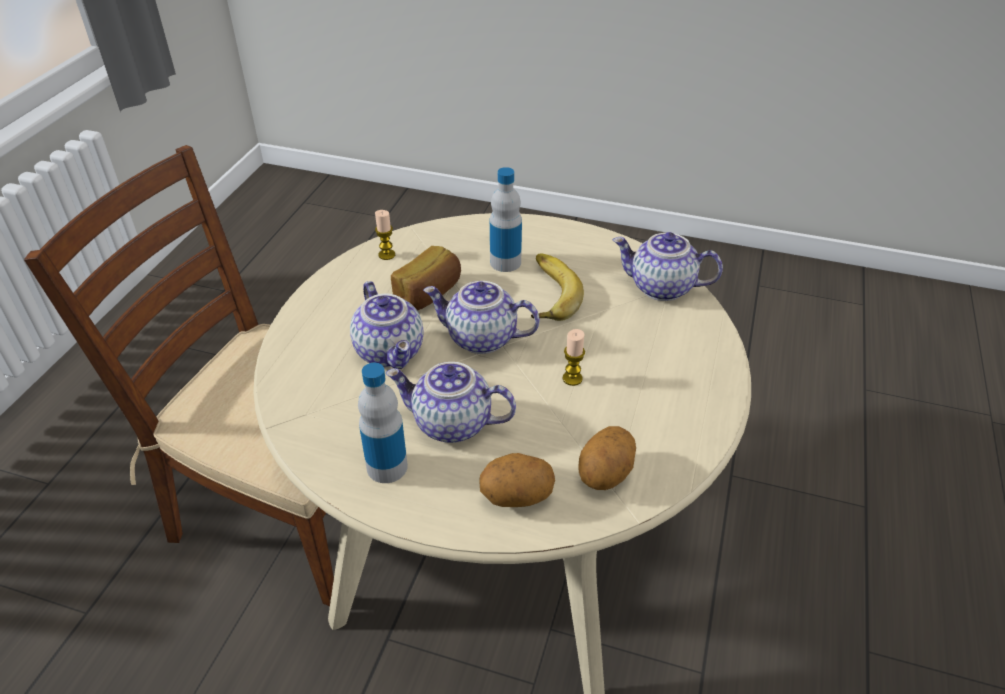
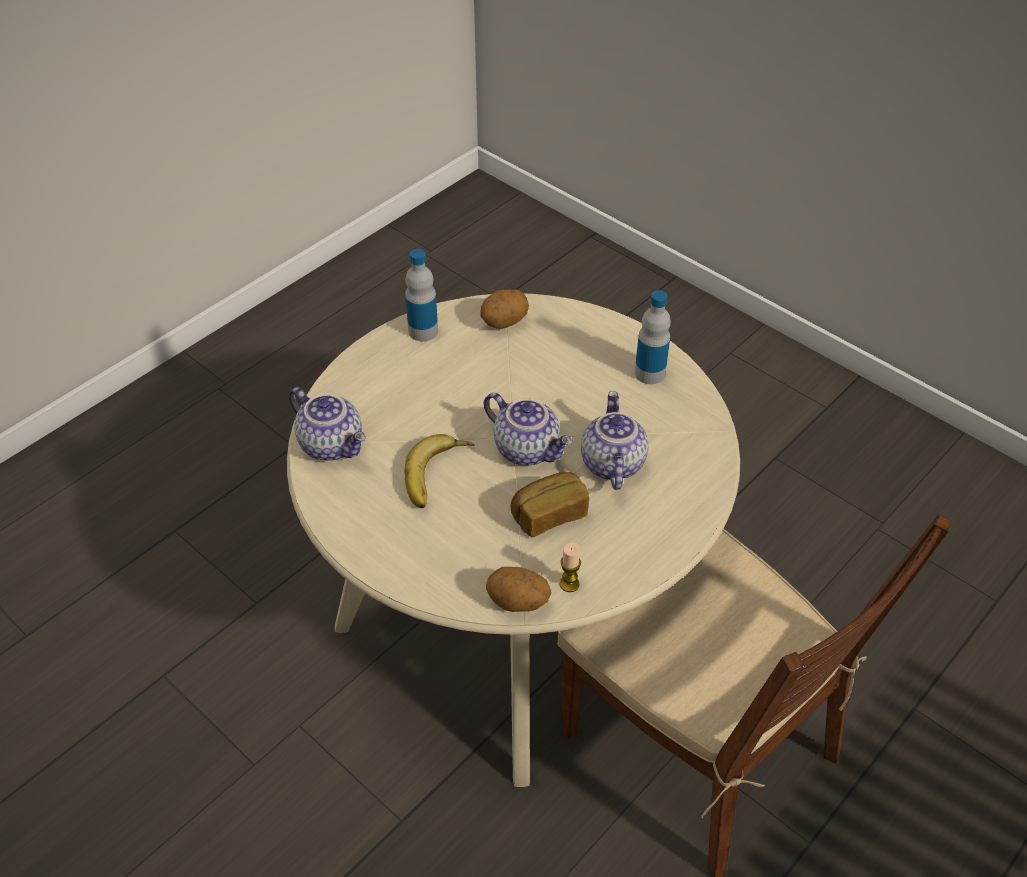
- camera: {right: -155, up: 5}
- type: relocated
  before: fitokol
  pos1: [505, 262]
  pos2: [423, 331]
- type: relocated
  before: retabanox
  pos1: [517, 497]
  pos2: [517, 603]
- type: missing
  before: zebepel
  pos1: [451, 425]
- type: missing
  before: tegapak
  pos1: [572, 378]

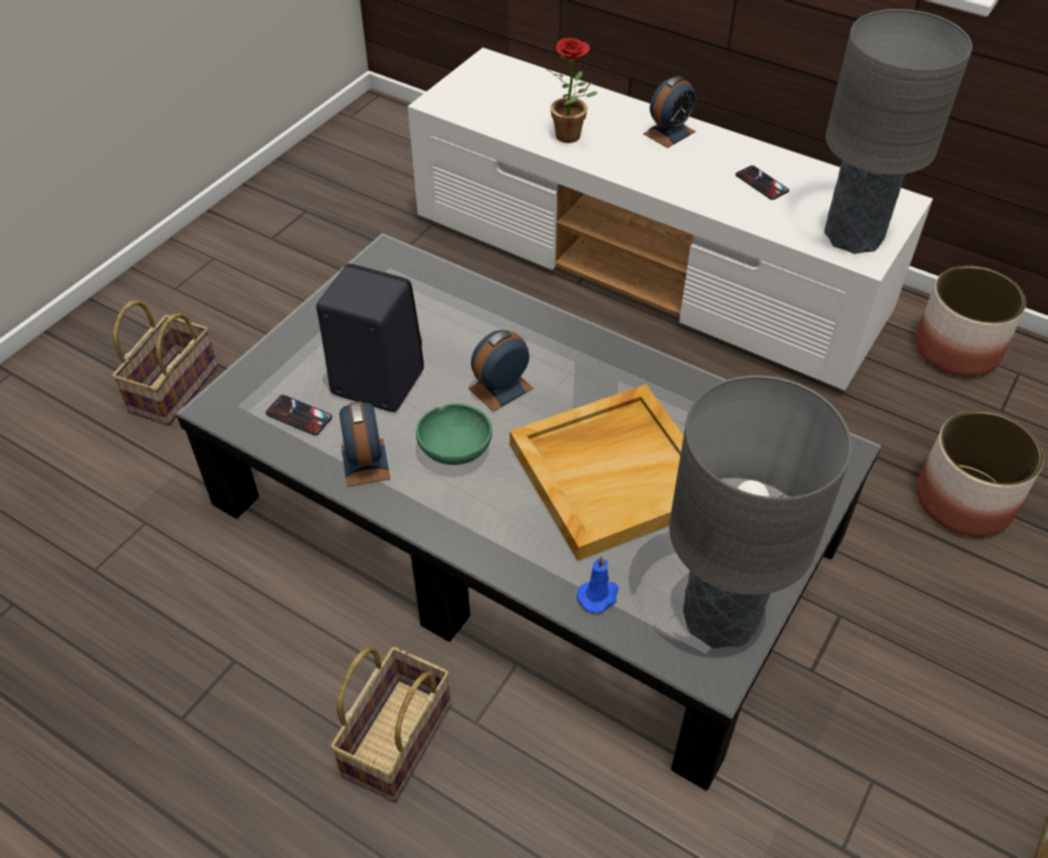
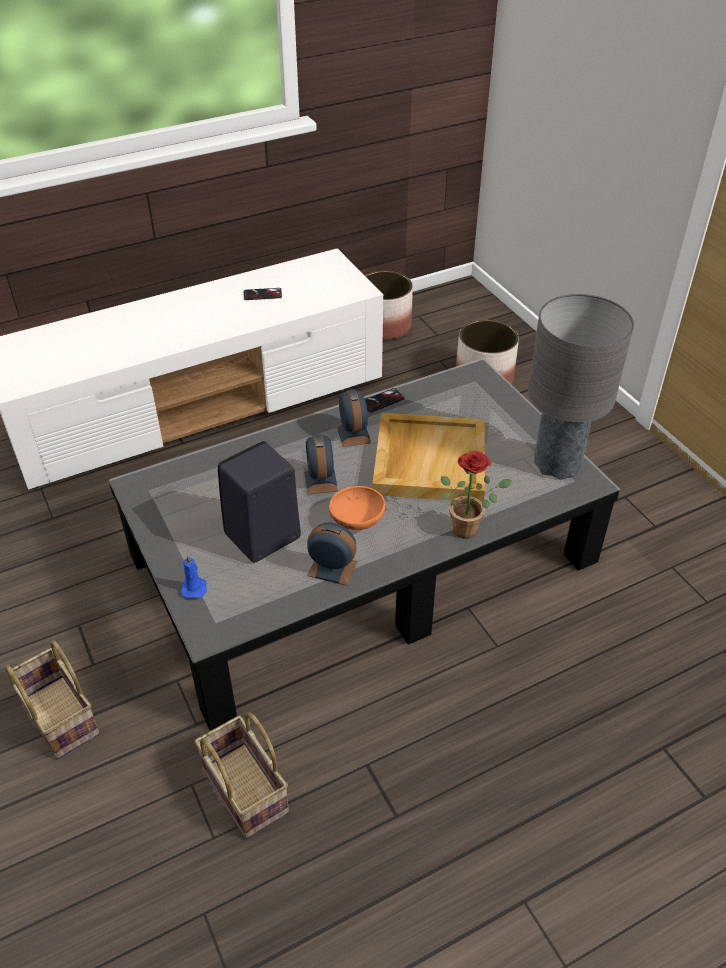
- camera: {right: -60, up: -5}
- type: relocated
  before: blue tegapak
  pos1: [599, 596]
  pos2: [194, 587]
- type: relocated
  before: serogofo
  pos1: [396, 736]
  pos2: [242, 789]
- type: colour
  before: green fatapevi
  after: orange fatapevi
  pos1: [456, 449]
  pos2: [356, 520]
- type: relocated
  before: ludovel
  pos1: [669, 133]
  pos2: [353, 433]
- type: relocated
  before: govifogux
  pos1: [299, 415]
  pos2: [382, 401]
- type: relocated
  before: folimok
  pos1: [572, 138]
  pos2: [469, 528]
- type: missing
  before: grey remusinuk
  pos1: [852, 236]

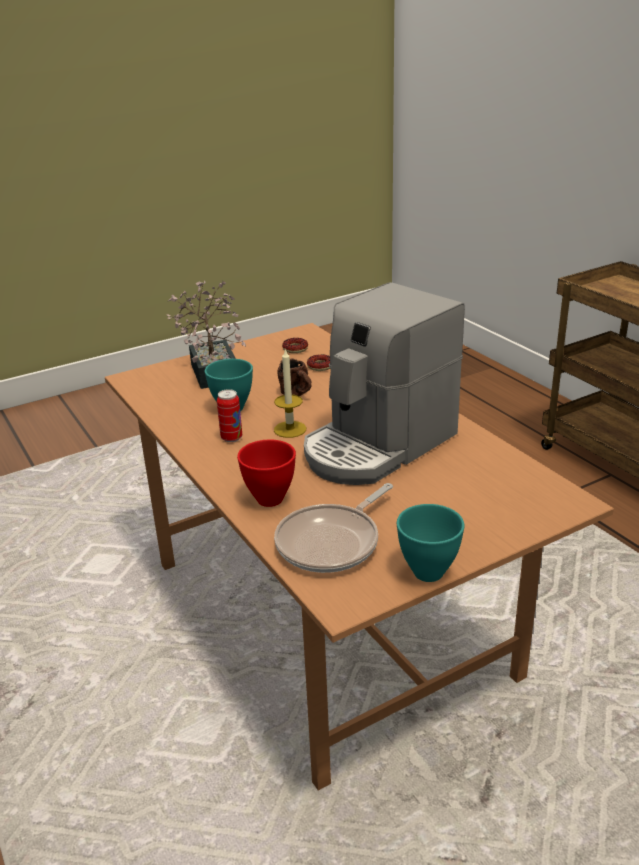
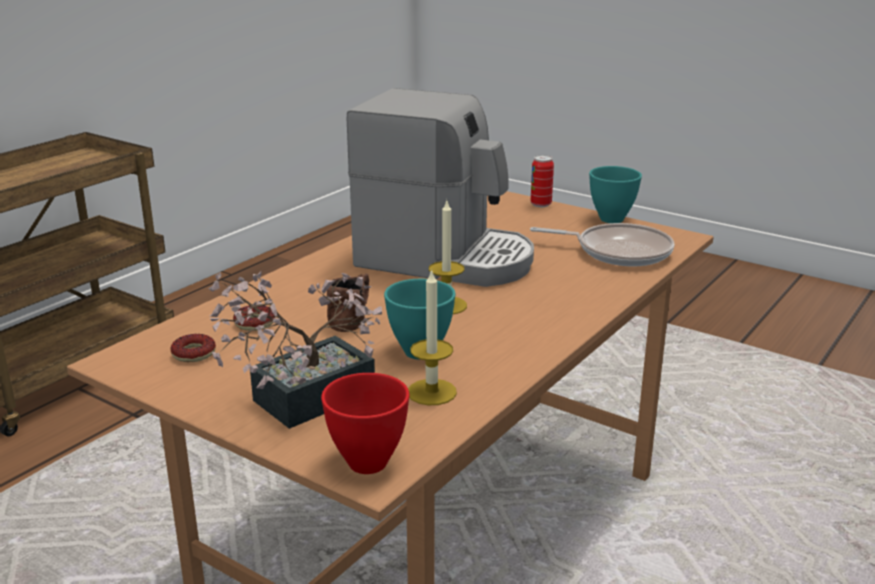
- camera: {right: -115, up: -5}
- type: relocated
  before: red fatapevi
  pos1: [268, 499]
  pos2: [369, 464]
- type: appeared
  after: tegapak
  pos2: [431, 392]
- type: relocated
  before: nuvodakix
  pos1: [231, 438]
  pos2: [541, 204]

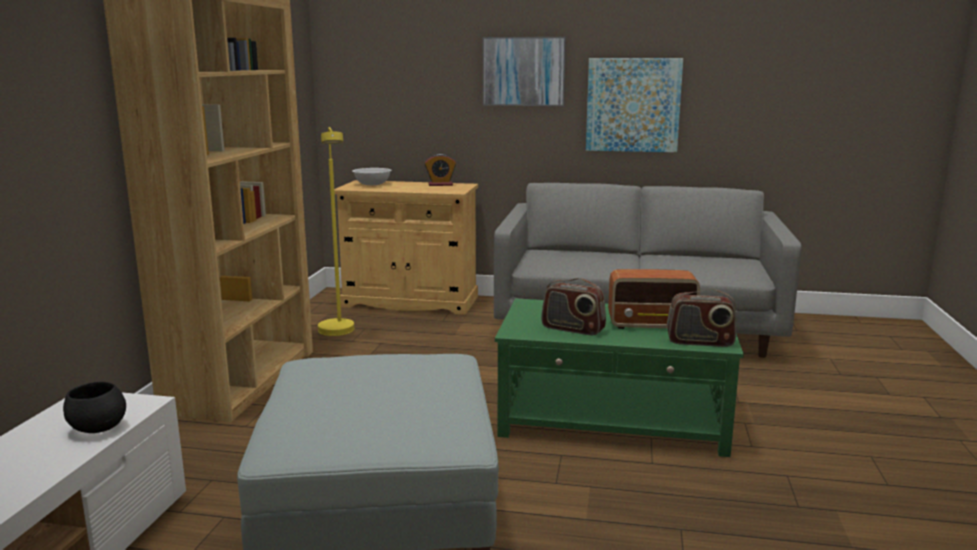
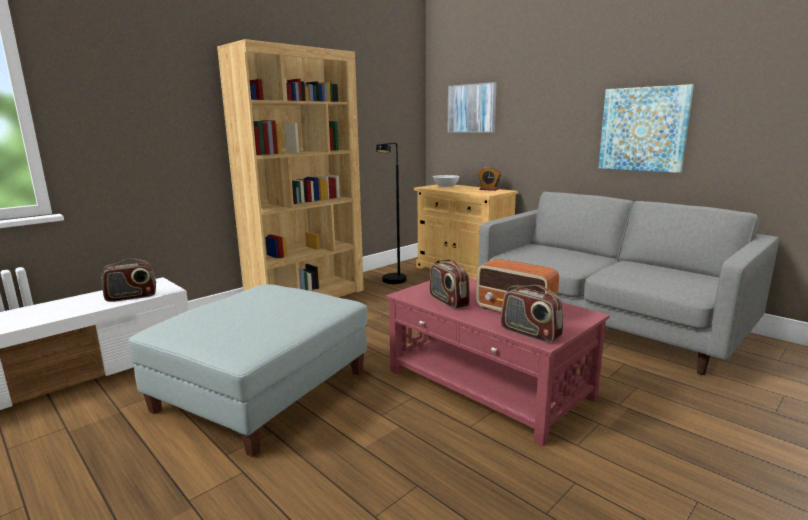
- camera: {right: 35, up: 0}
- type: exchanged
  before: black fatapevi
  after: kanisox
  pos1: [98, 428]
  pos2: [131, 297]
- type: colour
  before: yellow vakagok
  after: black vakagok
  pos1: [338, 333]
  pos2: [392, 282]
- type: colour
  before: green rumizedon
  after: red rumizedon
  pos1: [614, 419]
  pos2: [488, 384]
- type: relocated
  before: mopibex
  pos1: [523, 71]
  pos2: [471, 108]

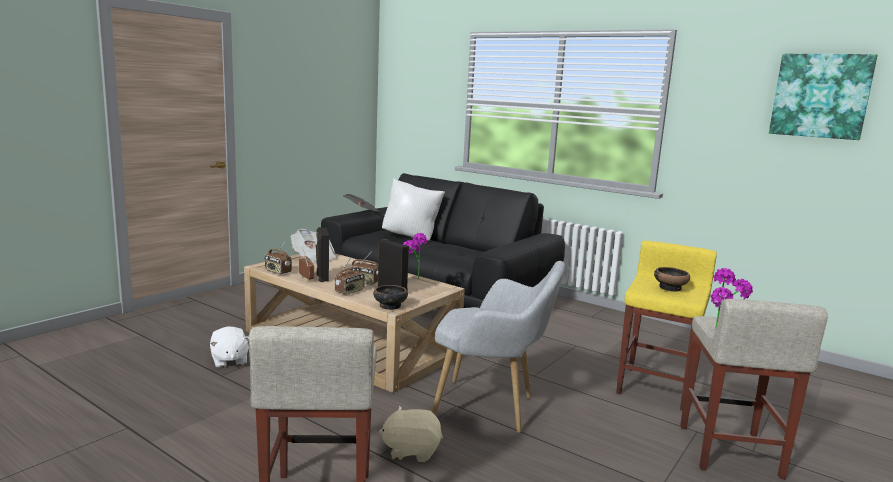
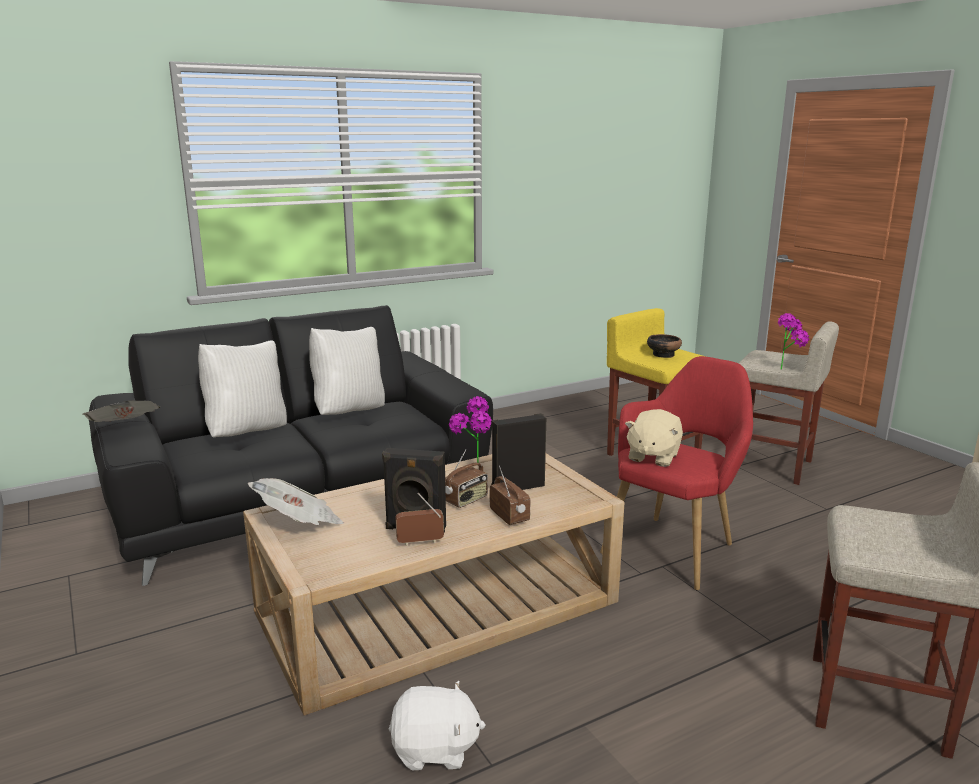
- camera: {right: -65, up: 5}
- type: appeared
  after: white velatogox
  pos2: [349, 411]
- type: colour
  before: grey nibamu
  after: red nibamu
  pos1: [491, 409]
  pos2: [675, 547]
- type: relocated
  before: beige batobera
  pos1: [411, 450]
  pos2: [652, 457]
- type: missing
  before: kanisox
  pos1: [277, 271]
- type: missing
  before: fatapevi
  pos1: [390, 306]
- type: missing
  before: mopibex
  pos1: [820, 96]

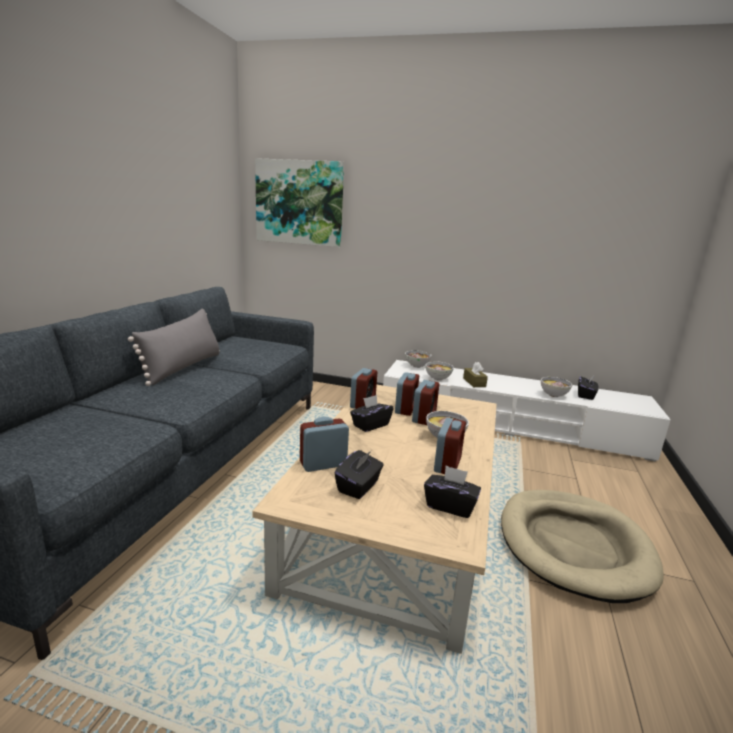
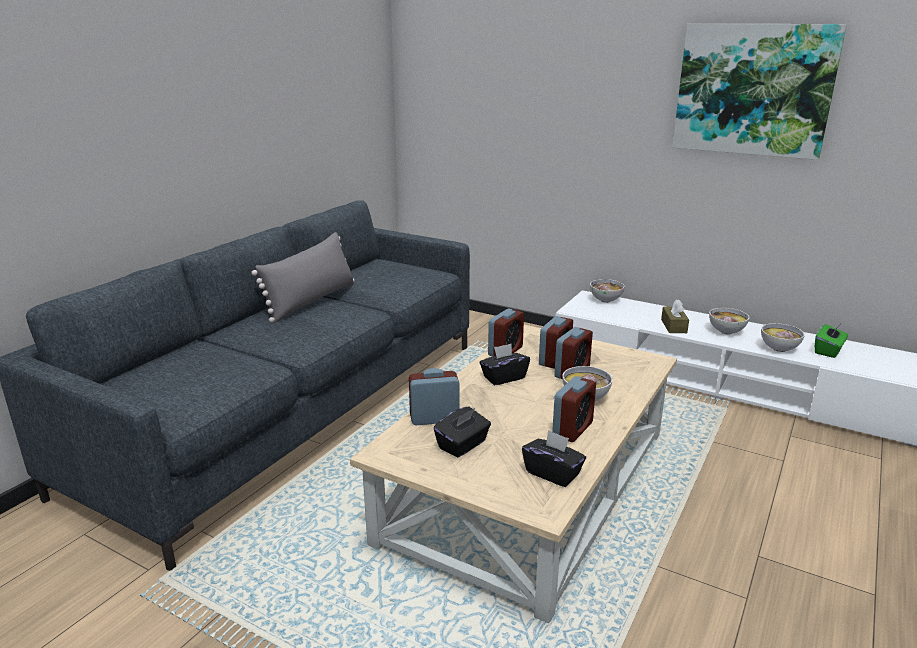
- camera: {right: 15, up: 5}
- type: relocated
  before: mopibex
  pos1: [299, 203]
  pos2: [753, 90]
- type: relocated
  before: fatapevi
  pos1: [437, 378]
  pos2: [726, 331]
- type: colour
  before: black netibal
  after: green netibal
  pos1: [585, 395]
  pos2: [828, 351]
- type: missing
  before: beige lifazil
  pos1: [573, 546]

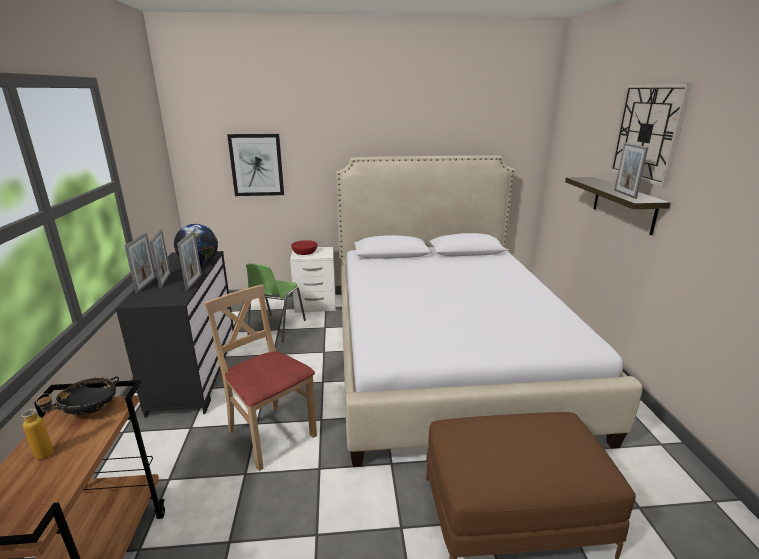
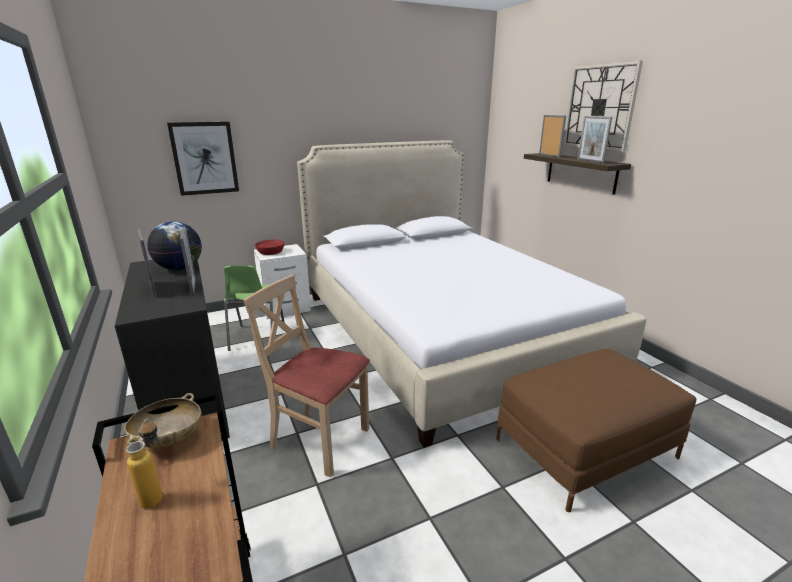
- camera: {right: -20, up: 0}
- type: colour
  before: black fatapevi
  after: beige fatapevi
  pos1: [91, 409]
  pos2: [168, 439]
- type: relocated
  before: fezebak
  pos1: [146, 284]
  pos2: [549, 155]

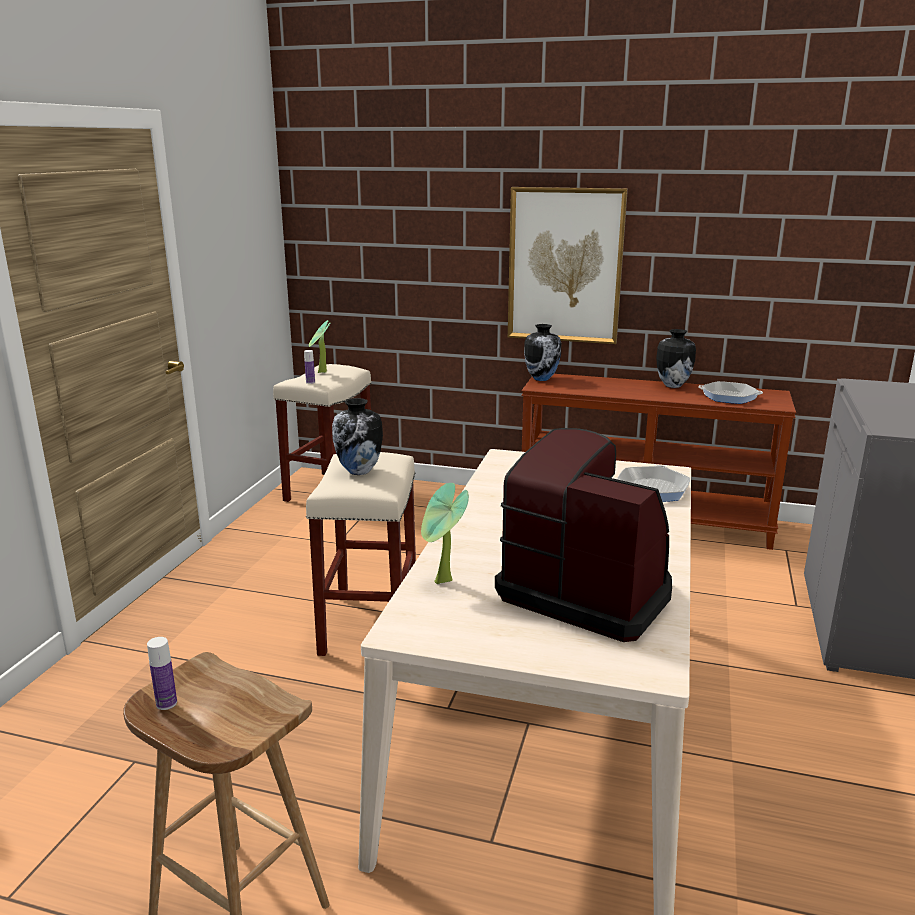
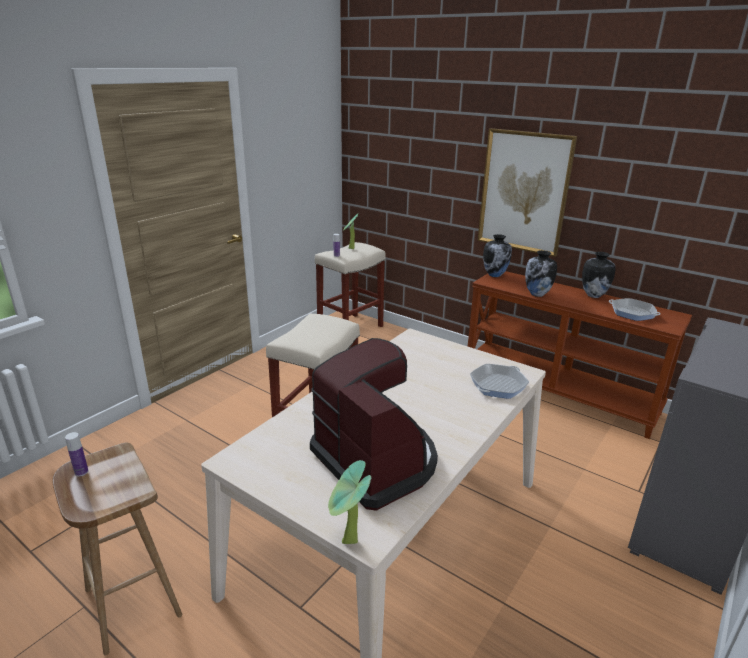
- camera: {right: 20, up: 5}
- type: relocated
  before: folimok
  pos1: [443, 583]
  pos2: [348, 543]
- type: relocated
  before: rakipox
  pos1: [359, 471]
  pos2: [537, 294]

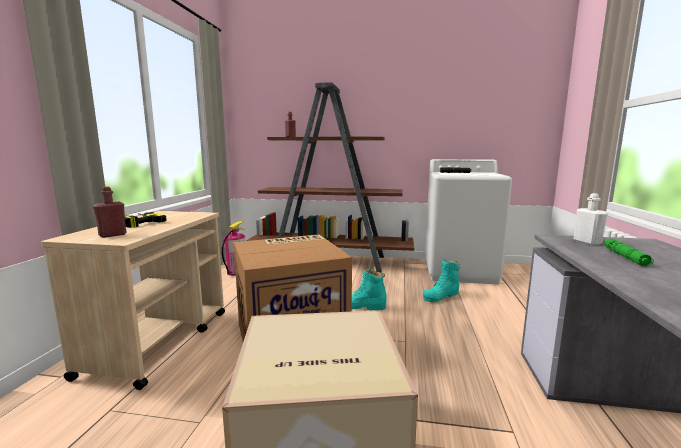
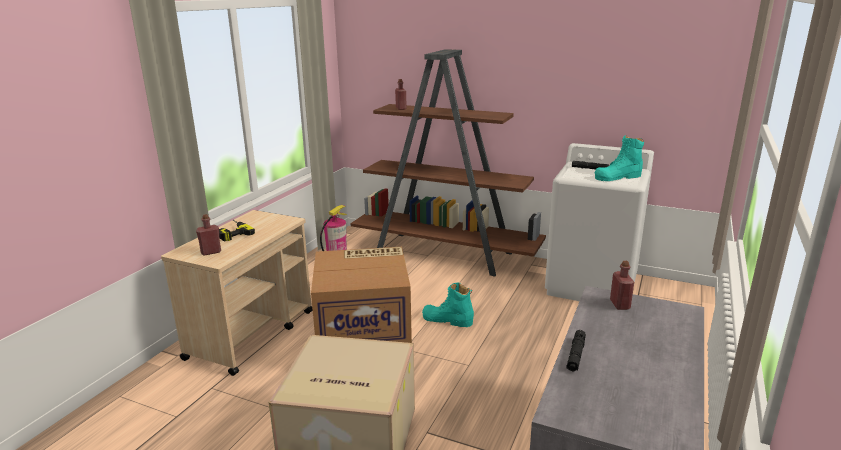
- camera: {right: 15, up: 10}
- type: appeared
  after: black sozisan
  pos2: [576, 355]
- type: relocated
  before: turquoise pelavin
  pos1: [441, 296]
  pos2: [618, 177]
- type: colour
  before: white fitokol
  after: red fitokol
  pos1: [587, 242]
  pos2: [619, 304]
- type: missing
  before: green sozisan
  pos1: [625, 257]

